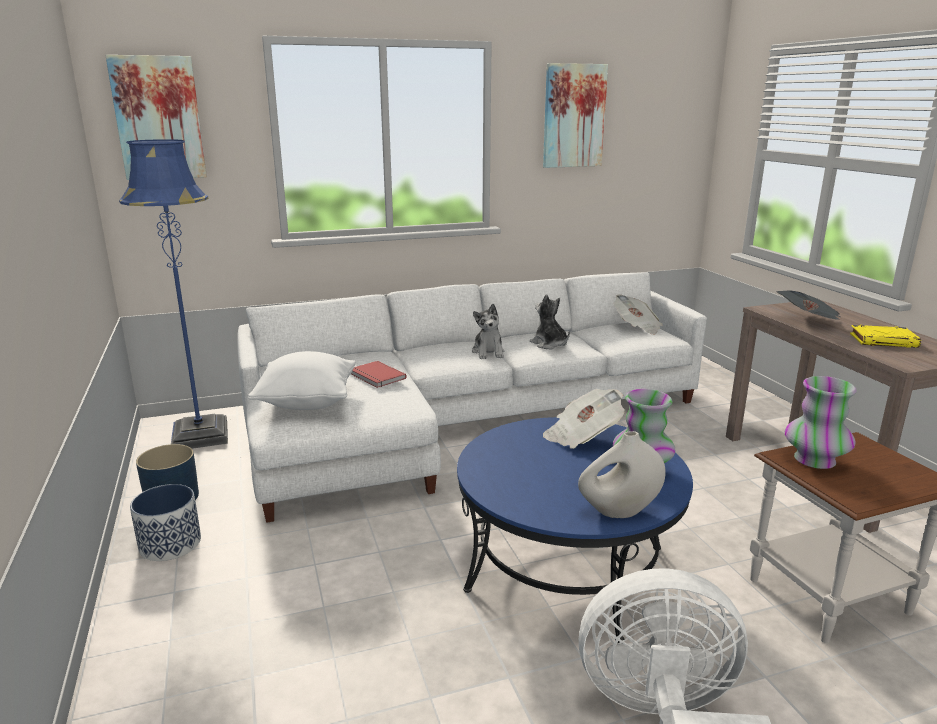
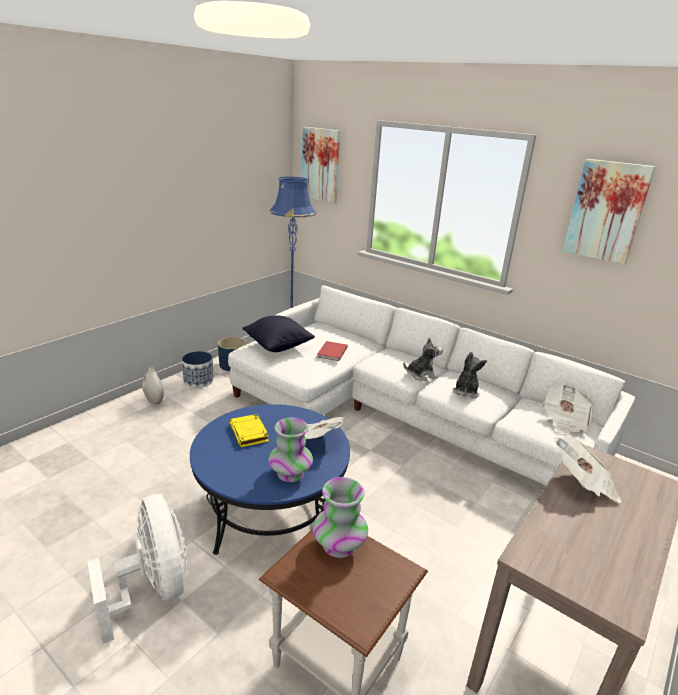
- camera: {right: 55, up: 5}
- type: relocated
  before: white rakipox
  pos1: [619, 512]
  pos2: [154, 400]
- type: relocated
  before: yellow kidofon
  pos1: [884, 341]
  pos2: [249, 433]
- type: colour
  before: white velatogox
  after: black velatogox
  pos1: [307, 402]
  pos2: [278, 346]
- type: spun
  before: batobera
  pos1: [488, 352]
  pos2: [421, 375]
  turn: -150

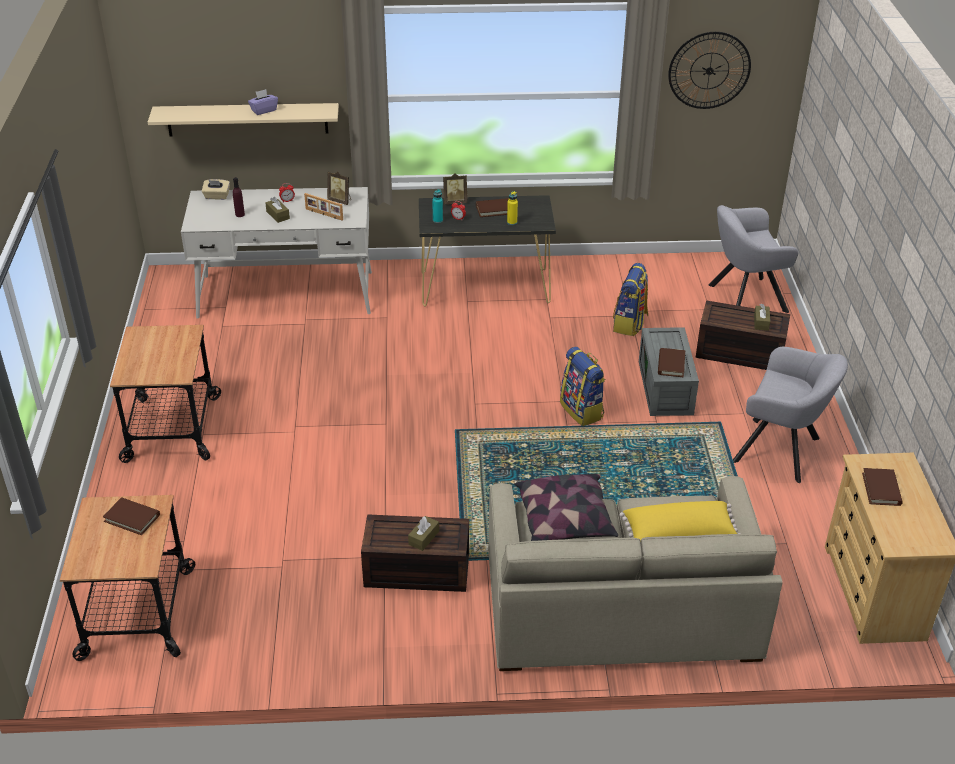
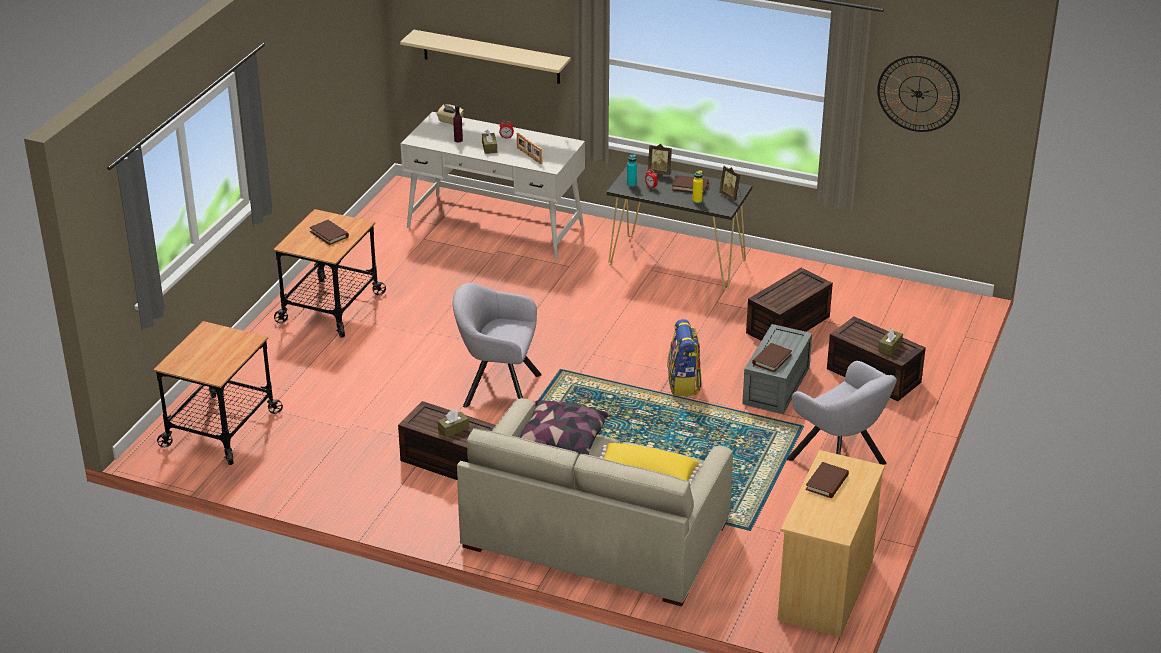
- camera: {right: 25, up: -5}
- type: relocated
  before: brown kidofon
  pos1: [132, 518]
  pos2: [329, 234]
- type: relocated
  before: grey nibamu
  pos1: [743, 298]
  pos2: [497, 389]
- type: relocated
  before: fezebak
  pos1: [340, 201]
  pos2: [731, 196]
- type: exchanged
  before: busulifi
  after: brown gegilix
  pos1: [630, 324]
  pos2: [788, 325]
- type: missing
  before: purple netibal
  pos1: [263, 110]

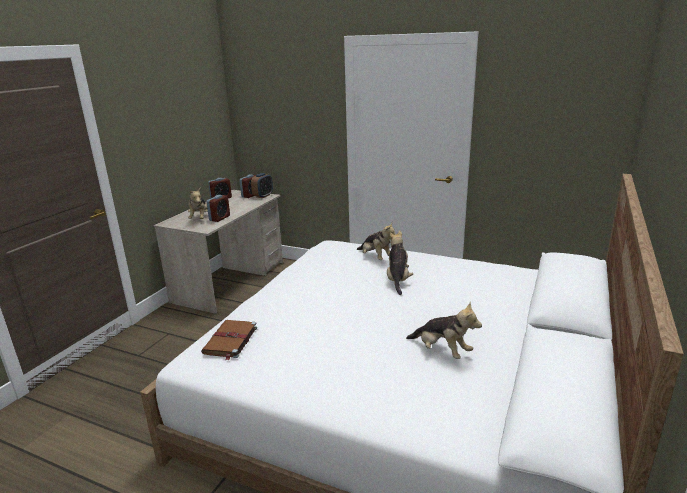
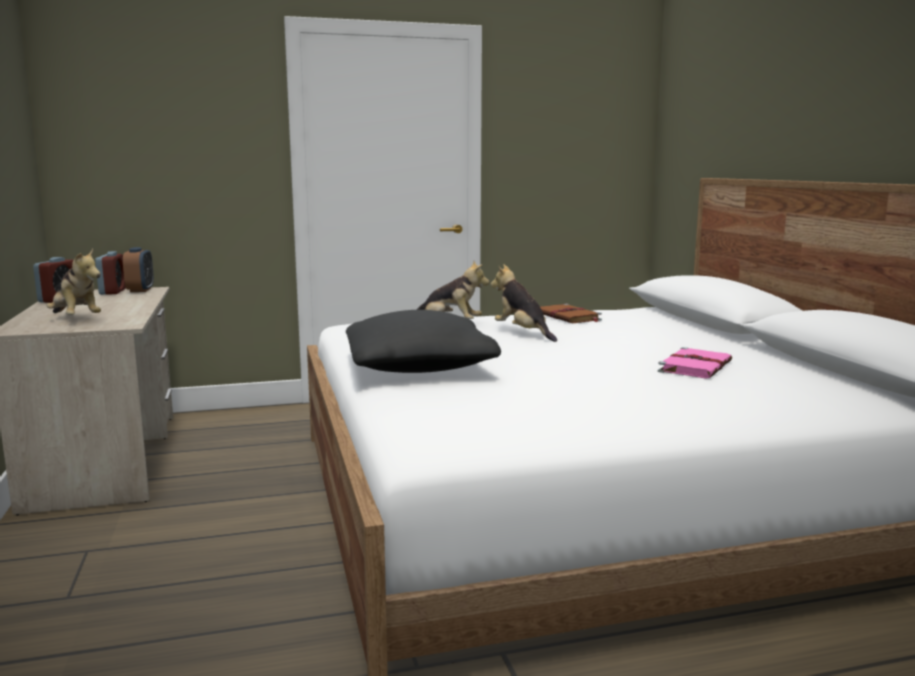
- camera: {right: -40, up: -10}
- type: appeared
  after: black velatogox
  pos2: [419, 366]
- type: relocated
  before: brown kidofon
  pos1: [230, 341]
  pos2: [568, 317]
- type: exchanged
  before: batobera
  after: pink kidofon
  pos1: [442, 351]
  pos2: [695, 366]
- type: missing
  before: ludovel
  pos1: [219, 218]

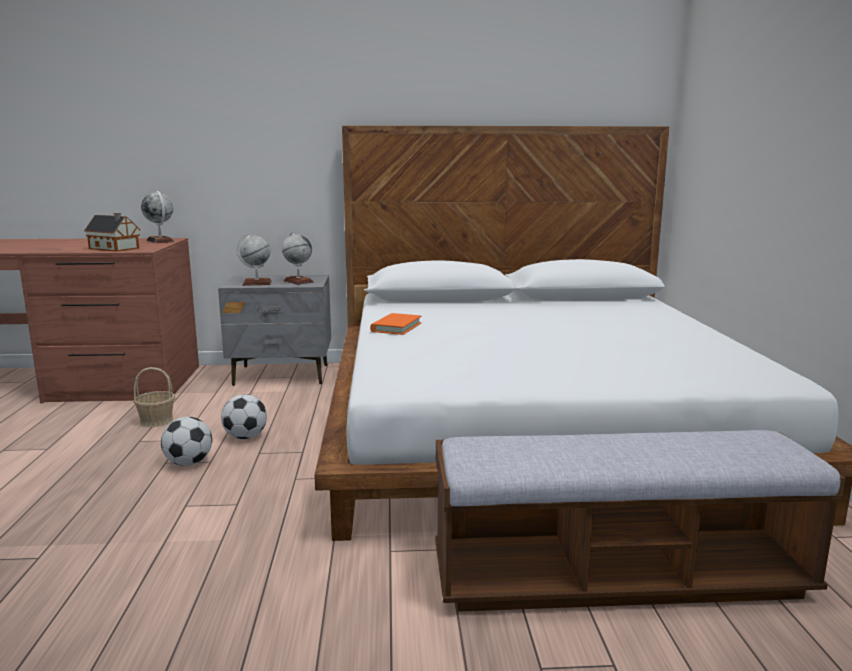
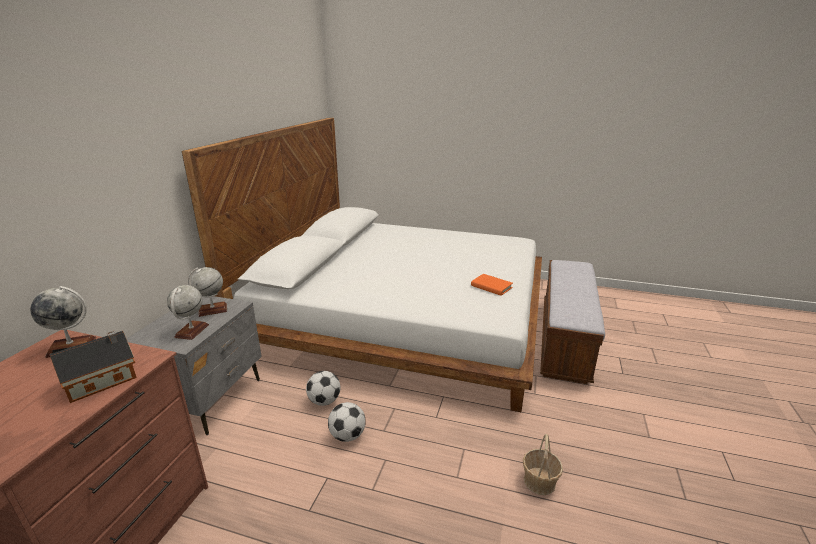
- camera: {right: -70, up: 10}
- type: relocated
  before: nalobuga
  pos1: [189, 463]
  pos2: [324, 401]
- type: relocated
  before: orange kidofon
  pos1: [396, 327]
  pos2: [491, 287]
- type: relocated
  before: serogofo
  pos1: [156, 421]
  pos2: [539, 482]

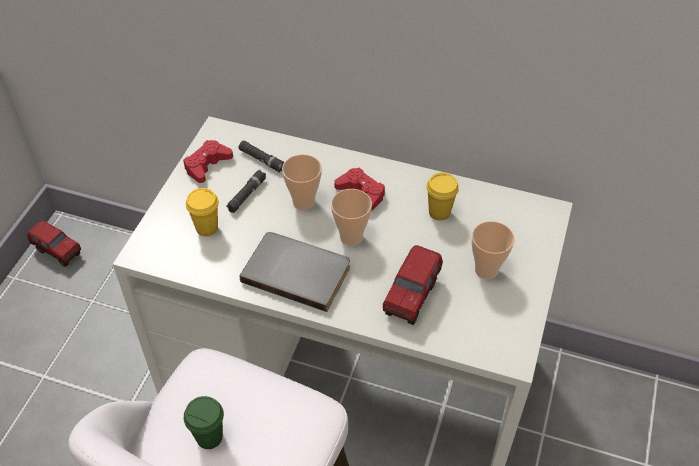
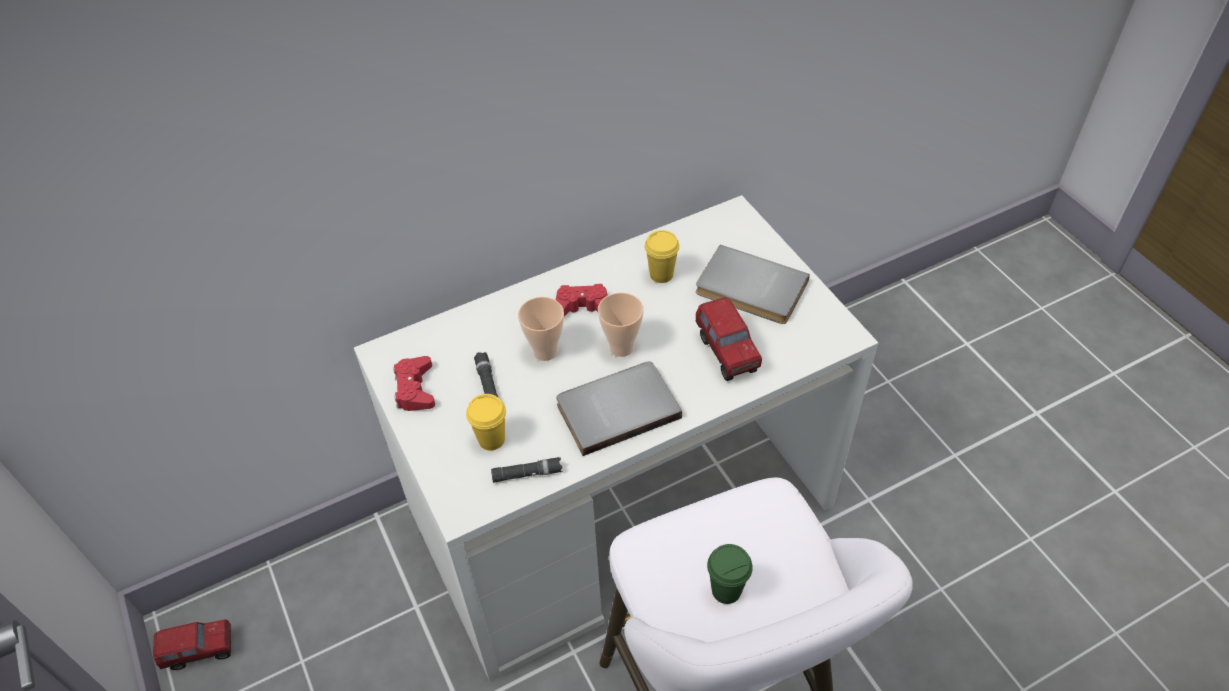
- camera: {right: -45, up: 0}
- type: relocated
  before: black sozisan
  pos1: [262, 160]
  pos2: [527, 474]
- type: exchanged
  before: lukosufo
  after: grey kidofon
  pos1: [486, 270]
  pos2: [750, 290]

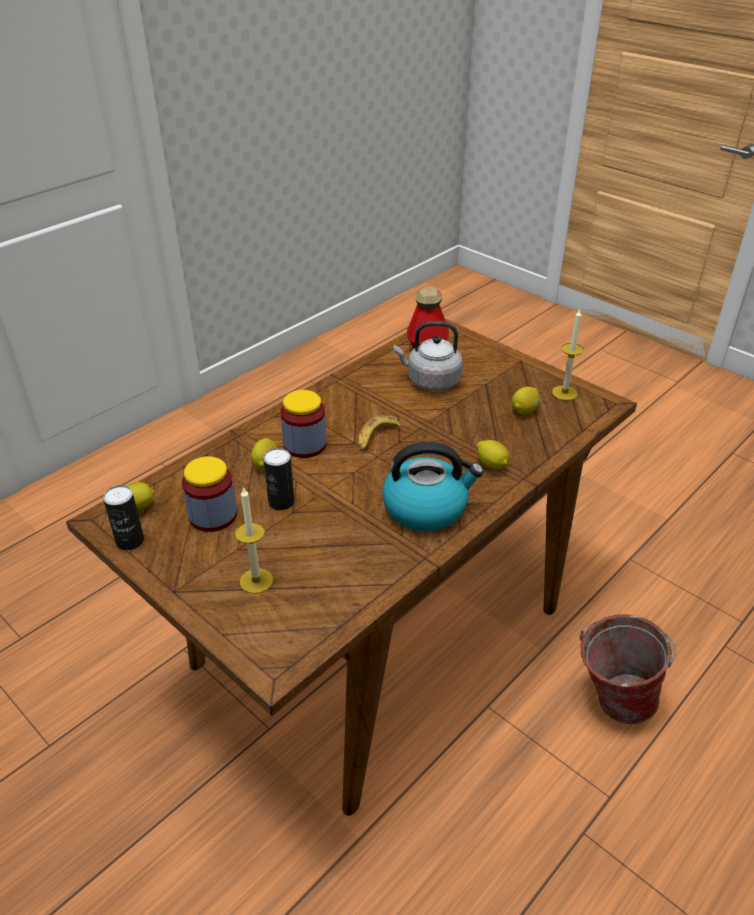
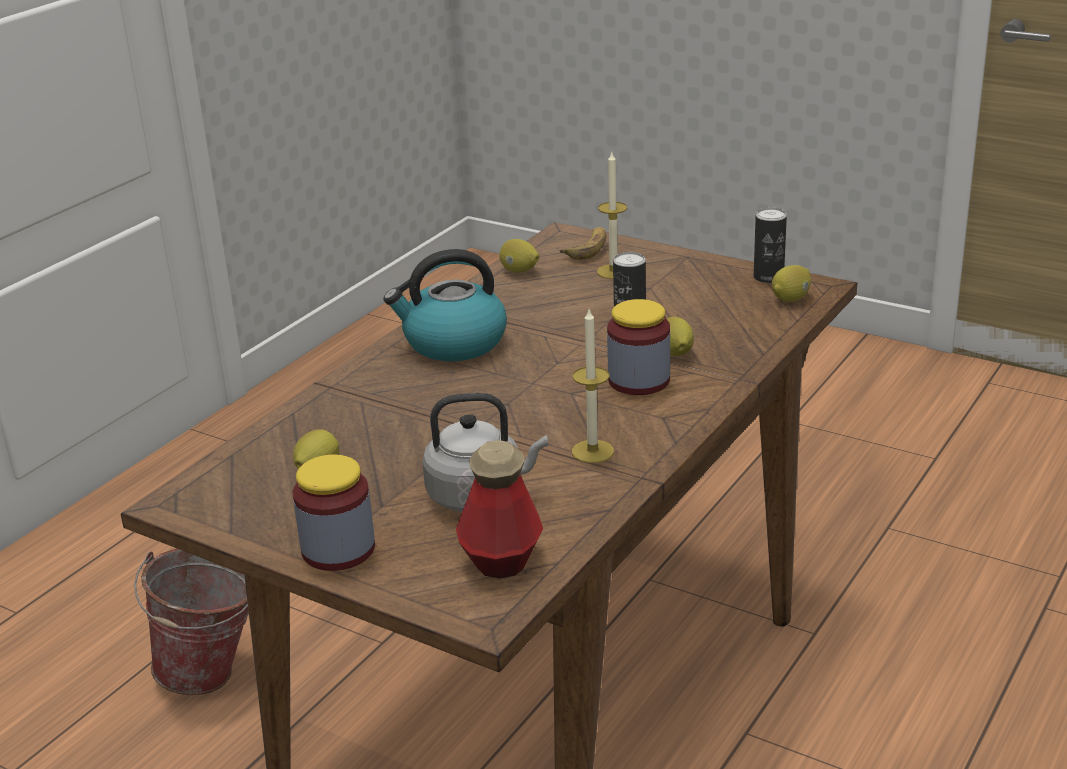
- camera: {right: 170, up: -10}
- type: relocated
  before: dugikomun
  pos1: [213, 515]
  pos2: [338, 549]
- type: relocated
  before: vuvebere
  pos1: [491, 465]
  pos2: [519, 271]
- type: relocated
  before: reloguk
  pos1: [376, 437]
  pos2: [587, 248]
- type: relocated
  before: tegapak
  pos1: [564, 393]
  pos2: [592, 451]

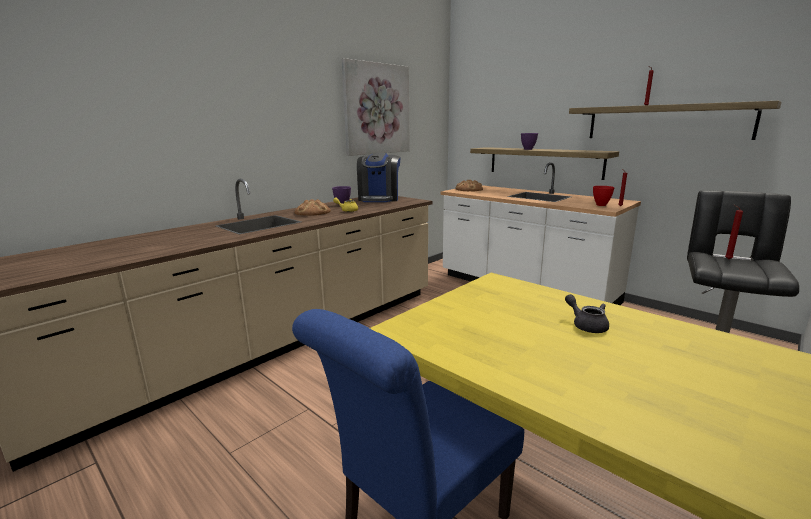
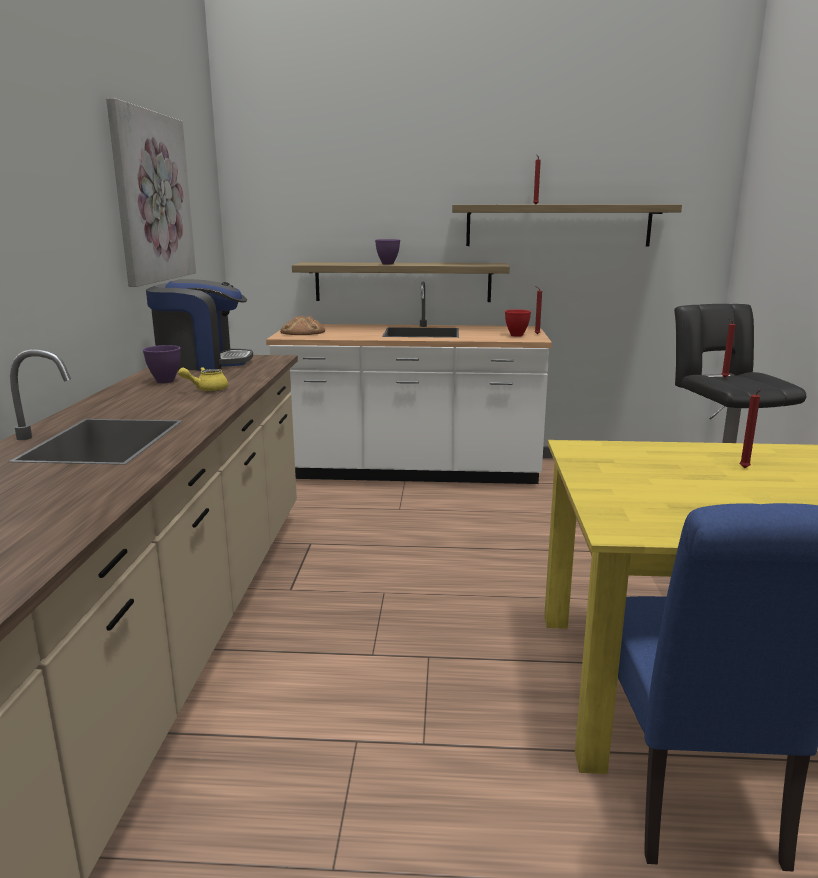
- camera: {right: -40, up: 0}
- type: spun
  before: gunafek
  pos1: [379, 199]
  pos2: [202, 363]
  turn: -60
- type: exchanged
  before: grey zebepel
  after: red tegapak
  pos1: [586, 325]
  pos2: [744, 469]
- type: missing
  before: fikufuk
  pos1: [312, 212]

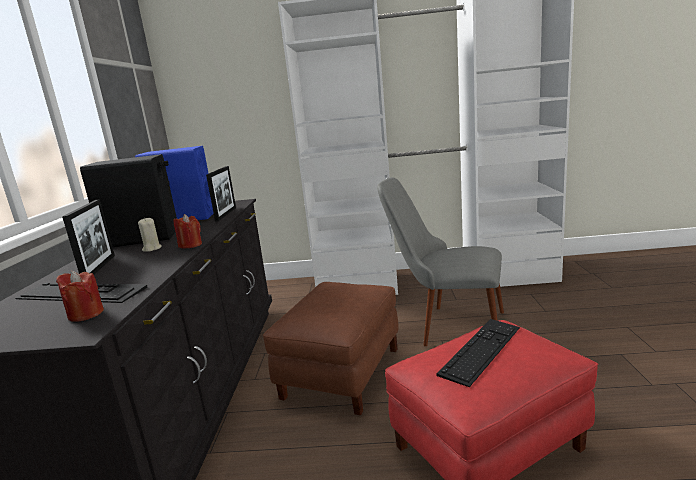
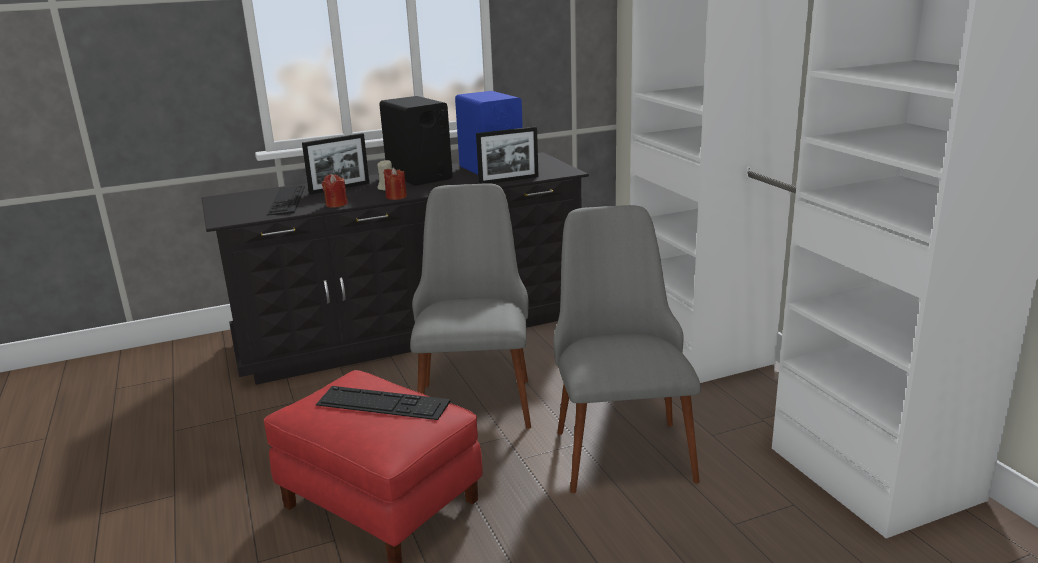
- camera: {right: 65, up: 5}
- type: relocated
  before: red tegapak
  pos1: [86, 314]
  pos2: [336, 204]
- type: exchanged
  before: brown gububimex
  after: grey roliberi
  pos1: [341, 372]
  pos2: [475, 393]

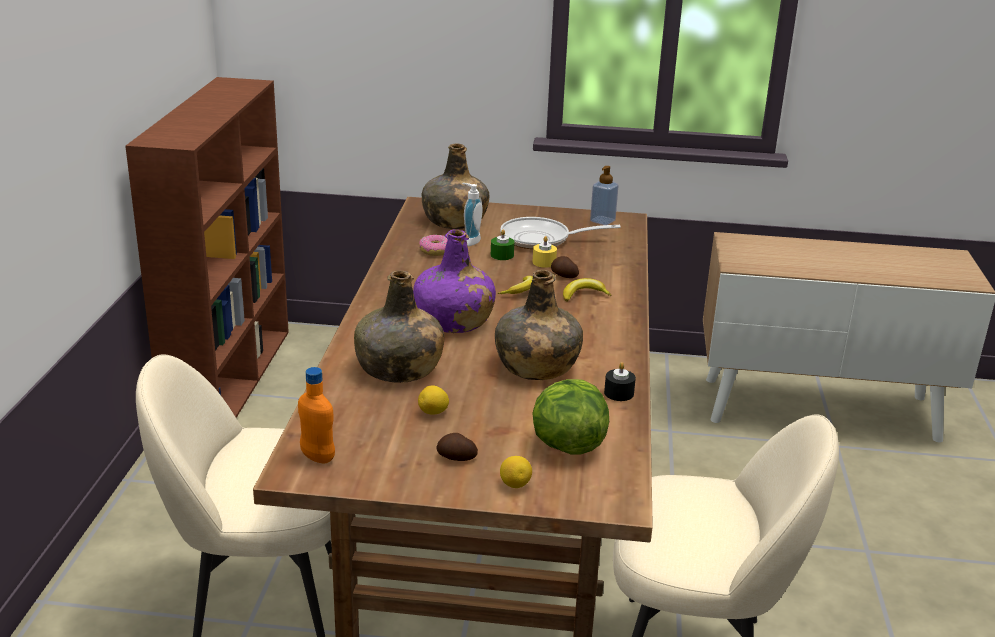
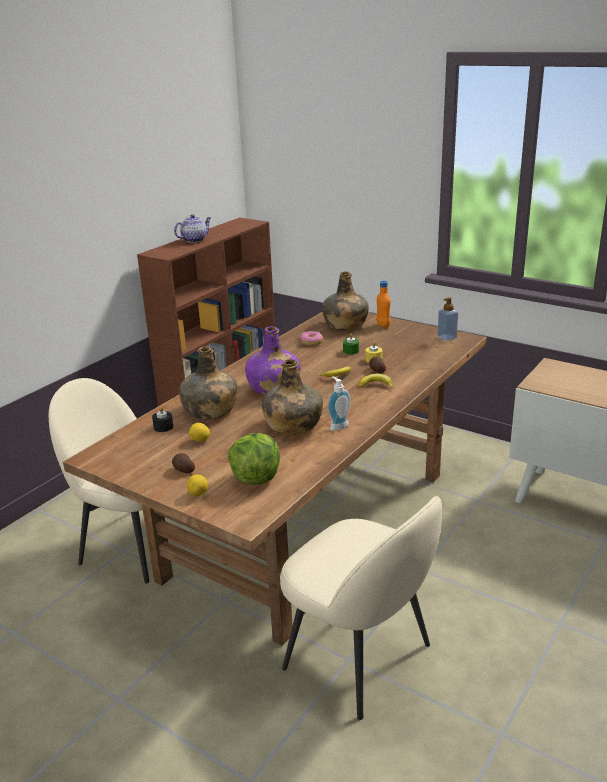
- camera: {right: 30, up: 0}
- type: relocated
  before: black tegapak
  pos1: [619, 393]
  pos2: [163, 427]
- type: appeared
  after: zebepel
  pos2: [195, 240]
- type: relocated
  before: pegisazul
  pos1: [469, 241]
  pos2: [337, 426]
- type: relocated
  before: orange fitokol
  pos1: [317, 457]
  pos2: [383, 325]
- type: missing
  before: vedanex
  pos1: [541, 239]

